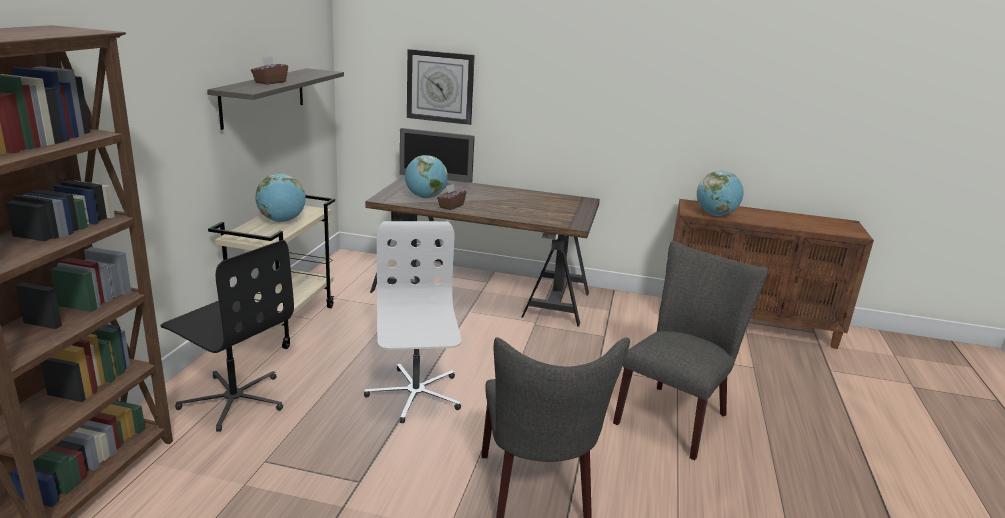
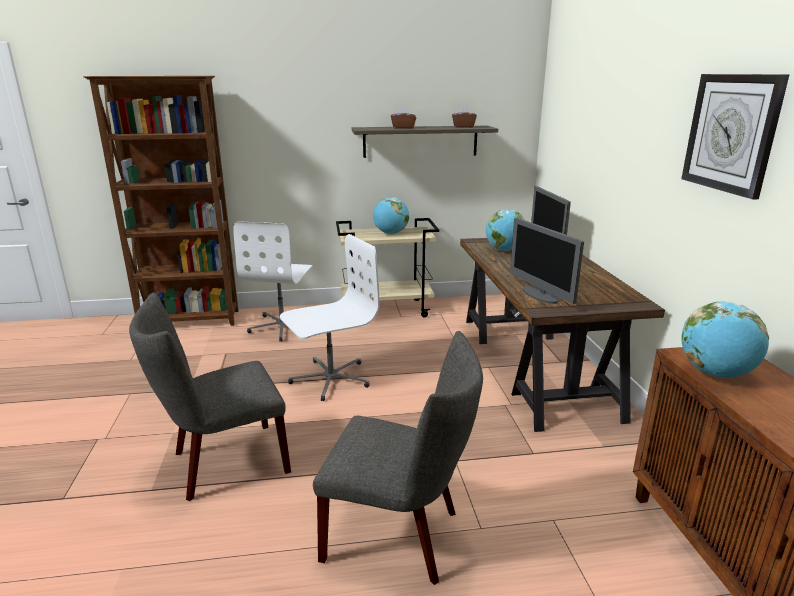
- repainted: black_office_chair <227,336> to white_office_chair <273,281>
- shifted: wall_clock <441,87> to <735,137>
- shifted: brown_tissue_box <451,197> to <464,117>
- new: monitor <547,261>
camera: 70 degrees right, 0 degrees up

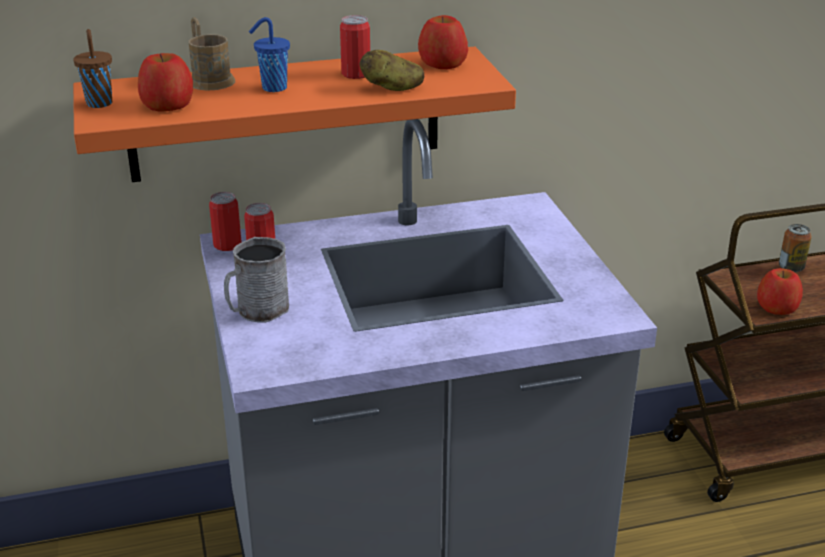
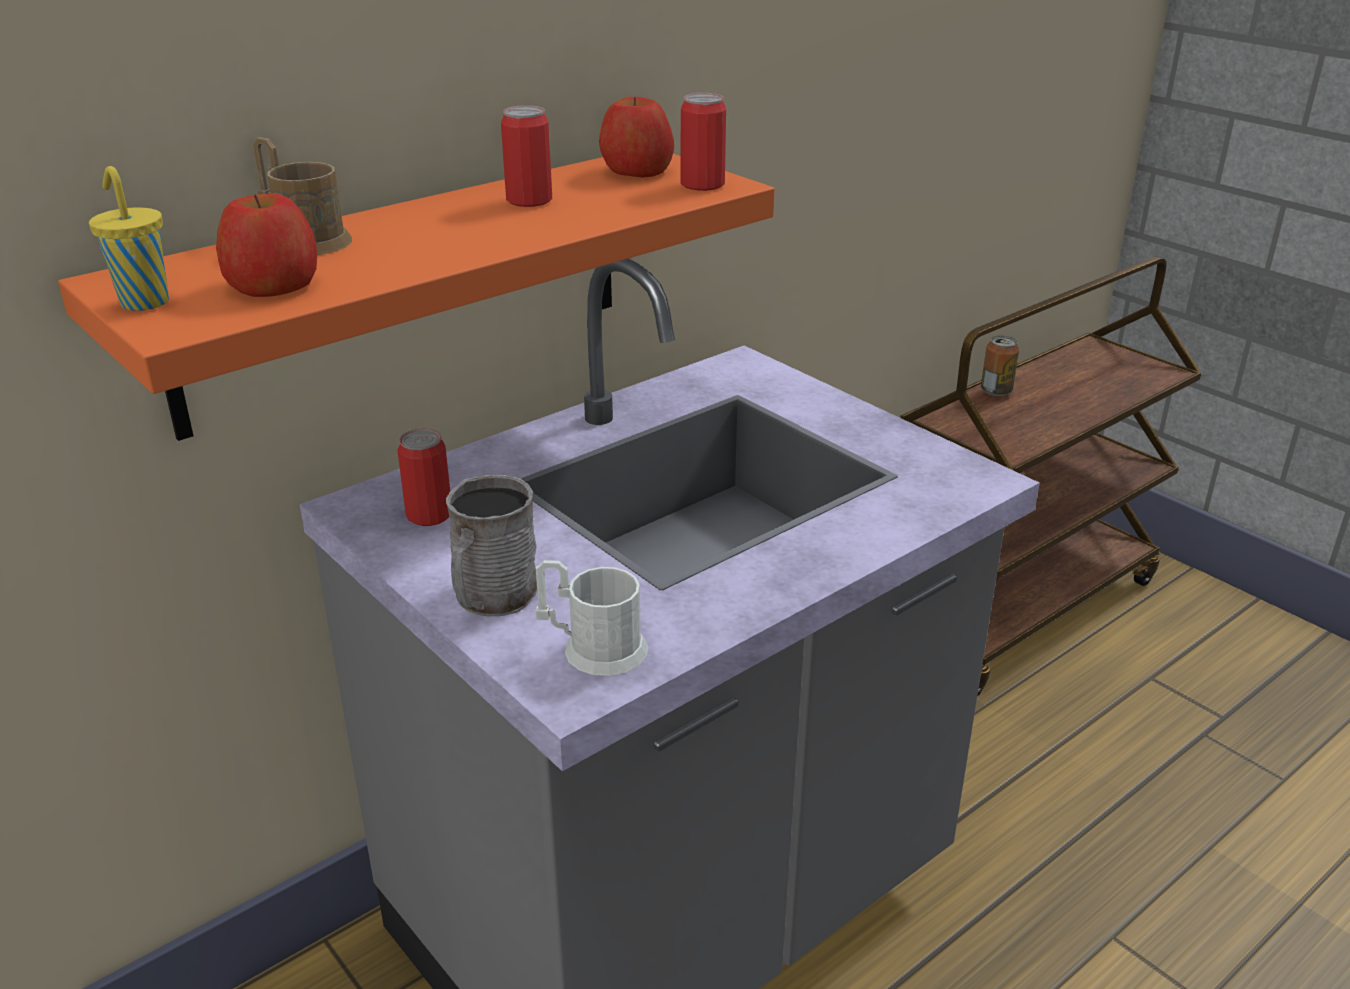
- repainted: brown_cup <92,68> to yellow_cup <129,238>
- shifted: can <225,221> to <703,142>
- gone: blue_cup <269,54>
- gone: potato <392,70>
- gone: apple <780,291>
- new: white_mug <592,618>
camera: 25 degrees left, 0 degrees up

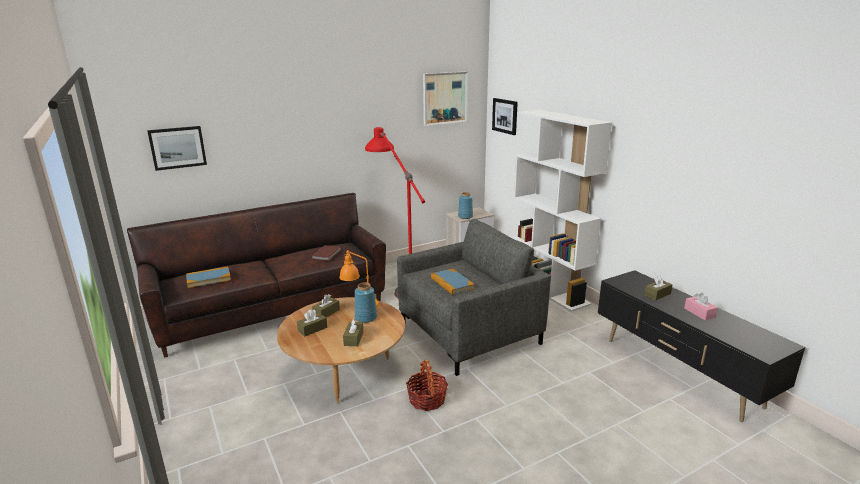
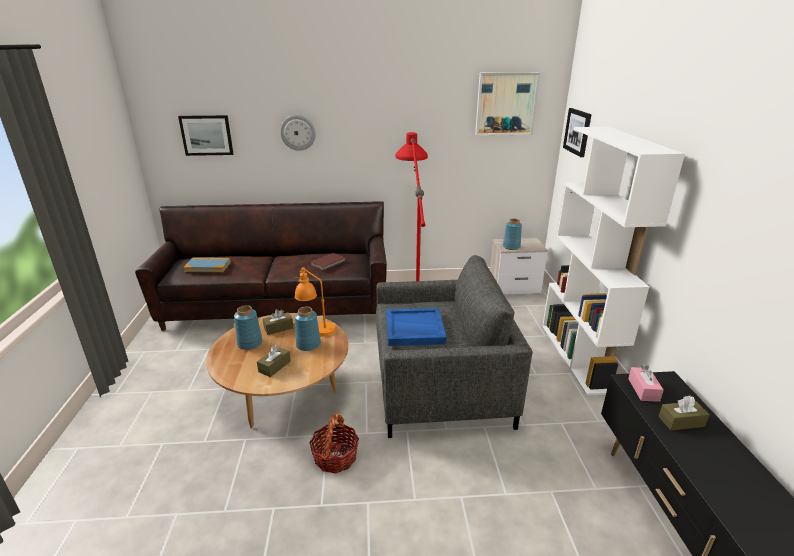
- swapped: brown_tissue_box <312,323> to blue_vase <248,327>
- swapped: book <453,282> to blue_tray <416,327>
- shifted: pink_tissue_box <701,306> to <646,383>
- new: wall_clock <298,133>
camera: 25 degrees right, 5 degrees up

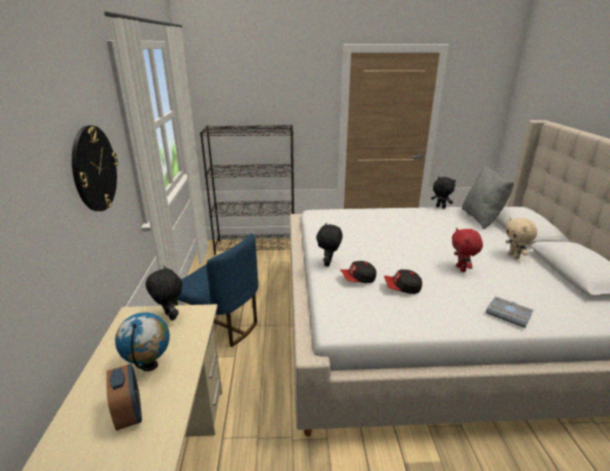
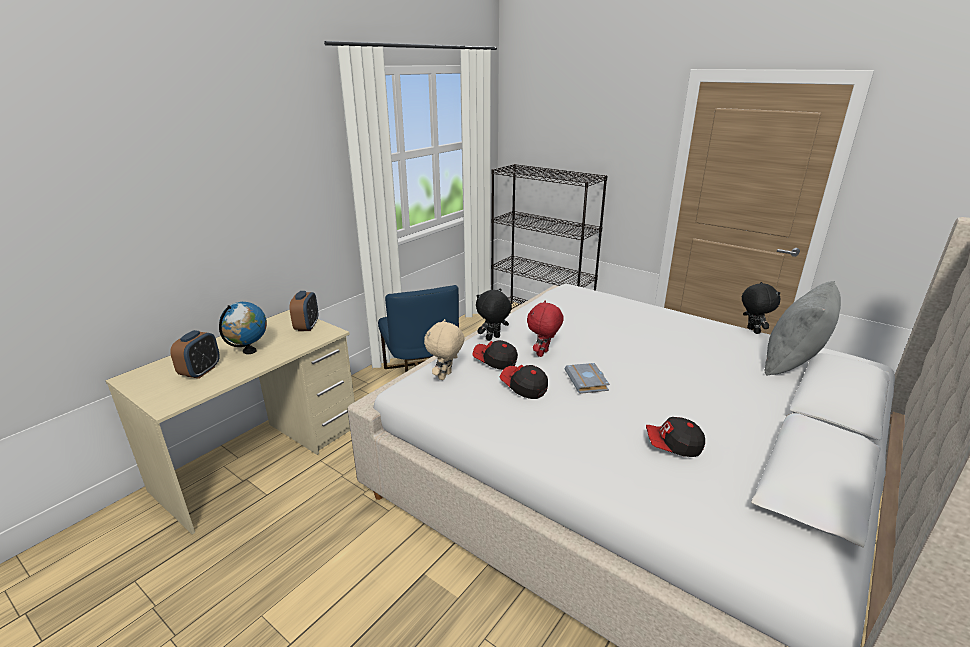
- gone: wall_clock <95,168>
- swapped: black_plush_toy <164,293> to alarm_clock <304,311>
- shifted: red_plush_toy <467,250> to <545,328>
- shifted: grey_book <509,312> to <587,378>
- shifted: beige_plush_toy <521,238> to <444,349>
- new: cap <675,437>
camera: 40 degrees right, 0 degrees up

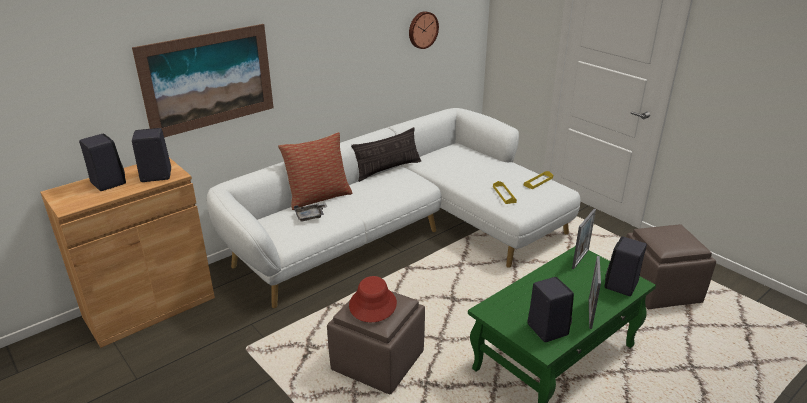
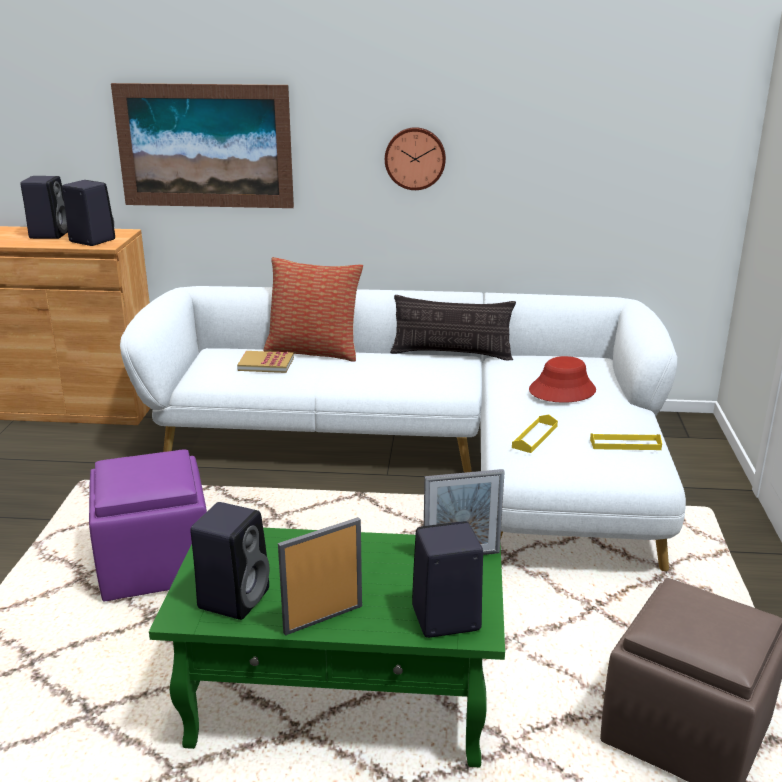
- swapped: grey_tray <310,212> to book <265,362>
- repainted: brown_ottoman <376,342> to purple_ottoman <148,525>
- shifted: red_hat <373,299> to <562,379>
- shifted: wall_clock <424,30> to <415,158>
camera: 45 degrees right, 5 degrees down

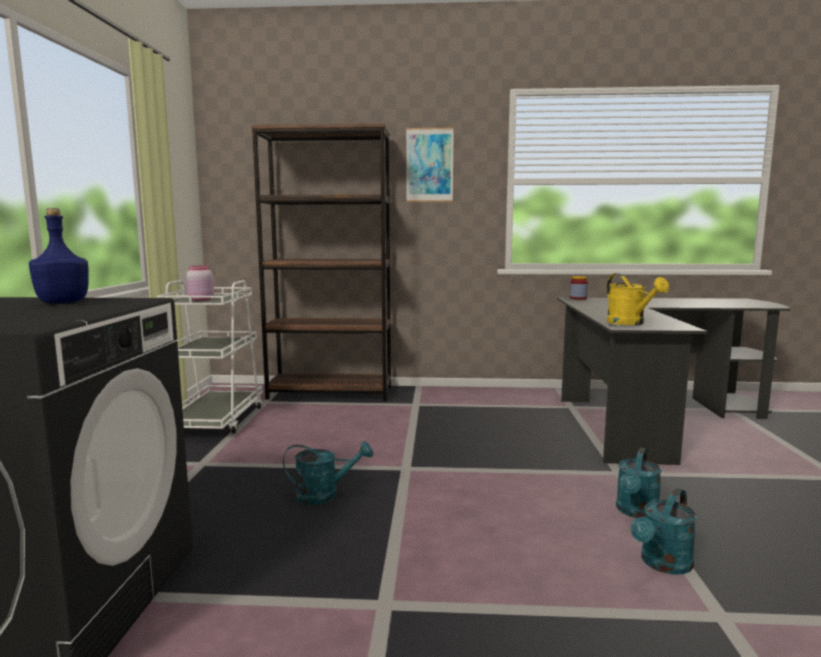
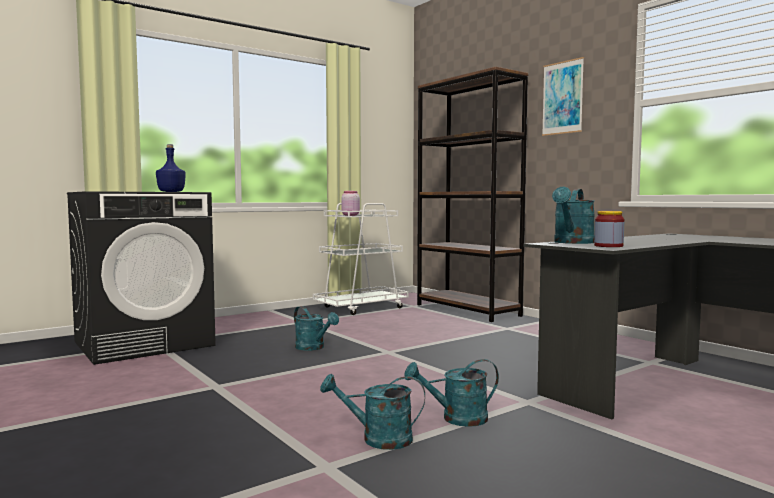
- shifted: jar <579,287> to <609,229>
- repainted: yellow_watering_can <638,299> to turquoise_watering_can <573,215>
camera: 50 degrees right, 5 degrees down

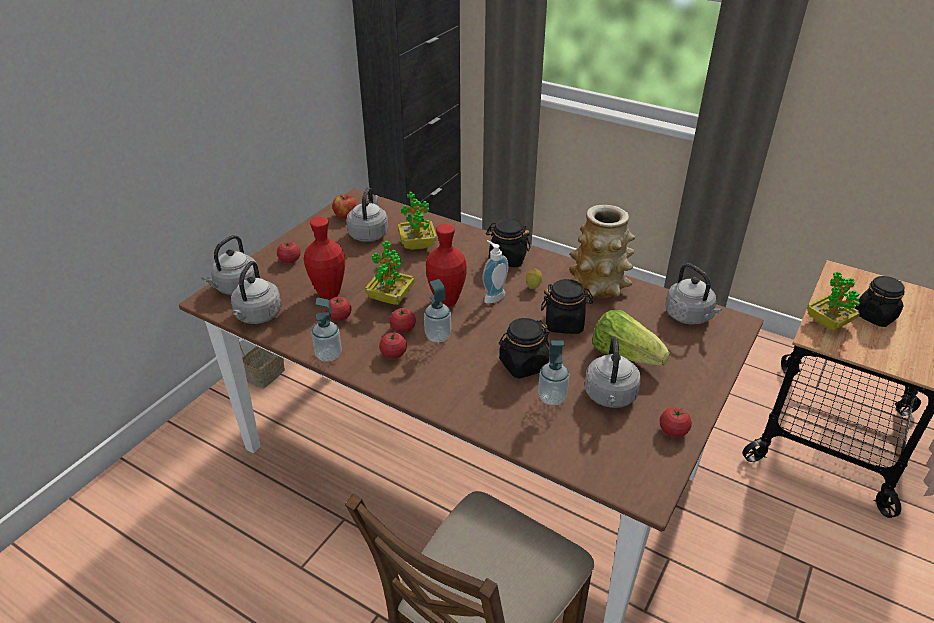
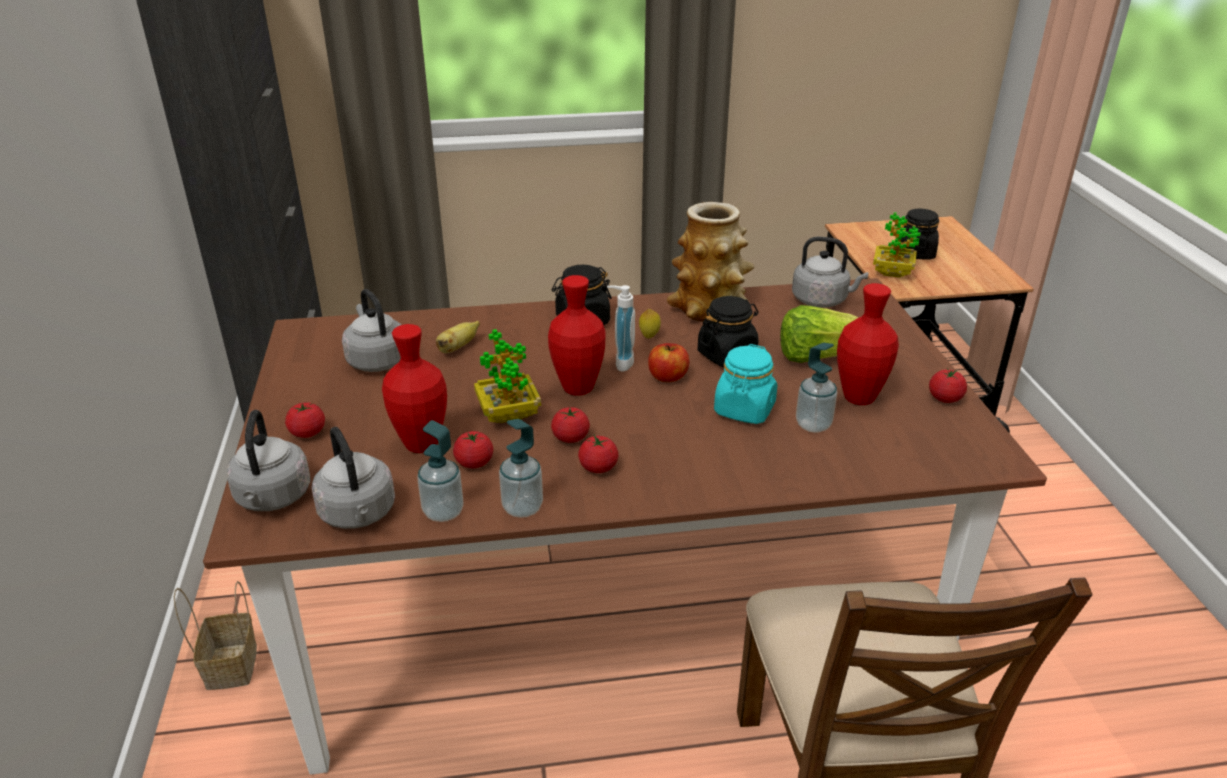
- shifted: apple <345,207> to <668,362>
- swapped: potted_plant <417,221> to banana <458,337>
- shifted: soap_dispenser <437,310> to <440,471>
- repainted: black_jar <524,348> to turquoise_jar <745,384>
- swapped: grey_kettle <613,372> to red_vase <868,344>
camera: 40 degrees left, 5 degrees down

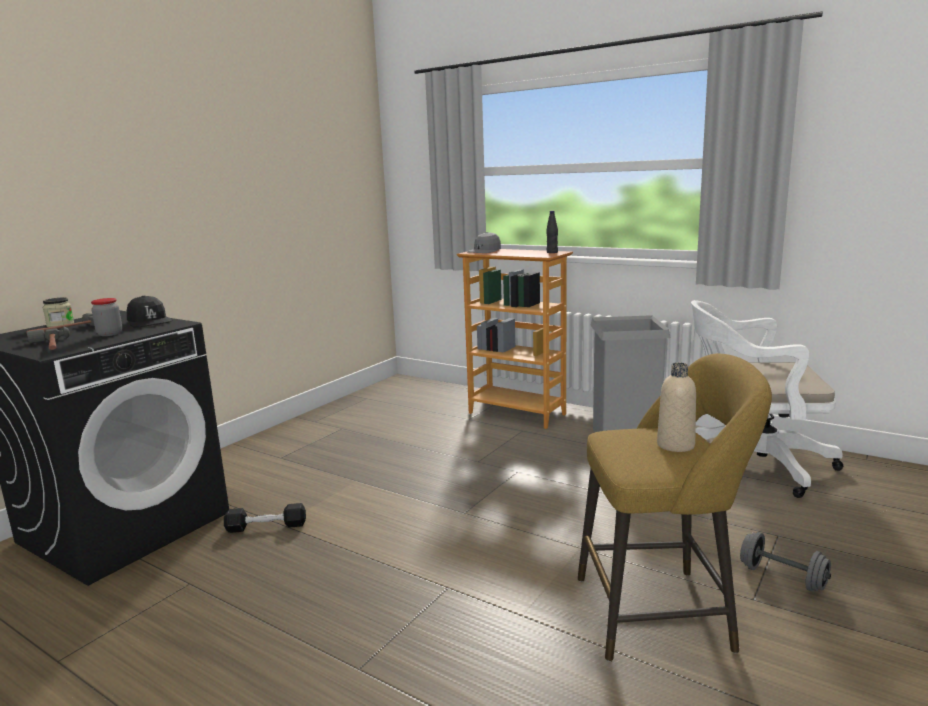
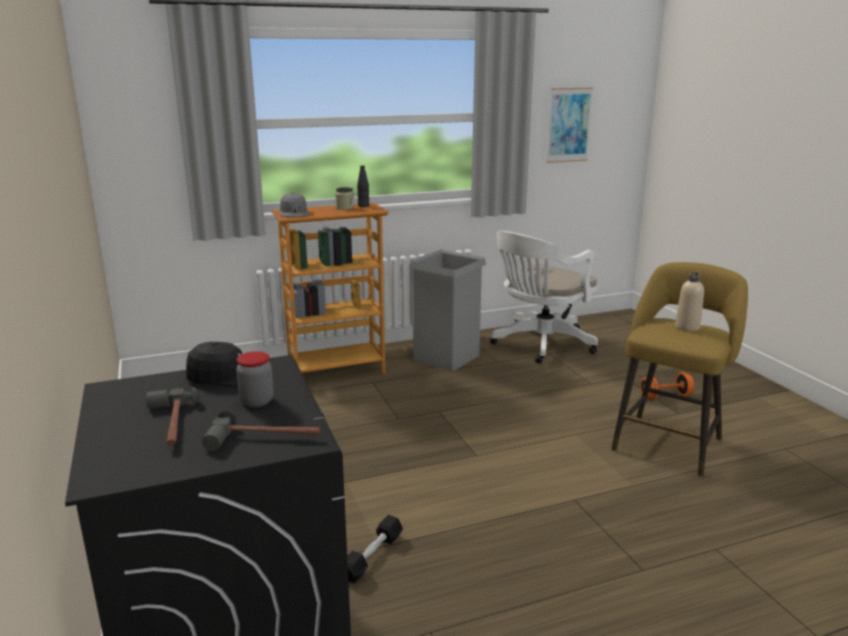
- shifted: jar <58,312> to <344,198>
- repainted: grey_dumbbell <785,561> to orange_dumbbell <667,386>
- new: picture <570,125>
camera: 55 degrees left, 5 degrees up

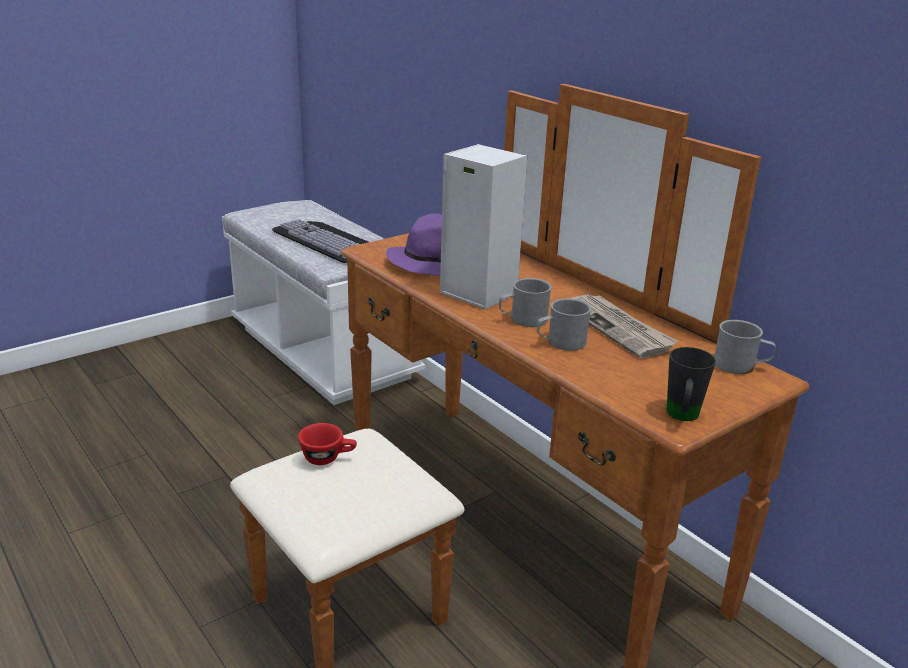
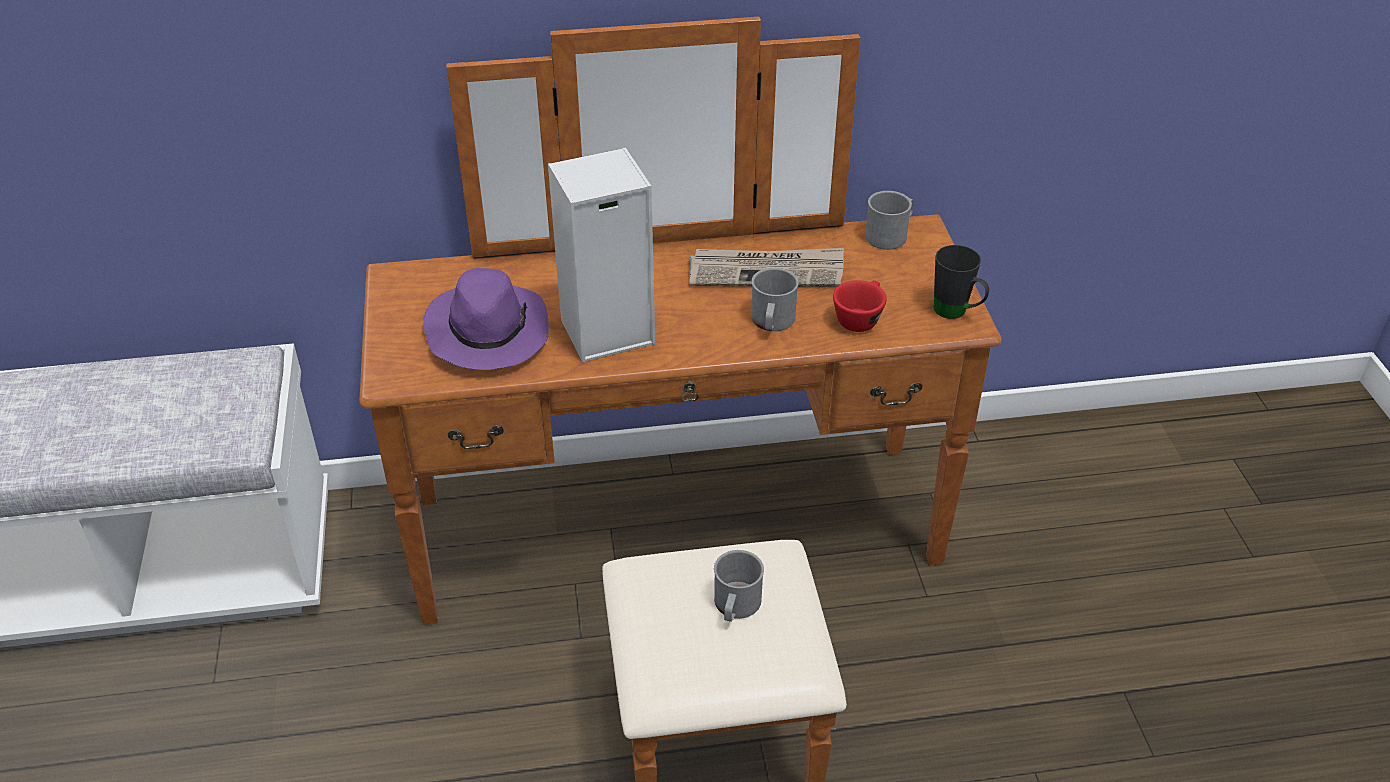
- gone: keyboard <320,241>
- shifted: red_cup <327,444> to <860,306>
- shifted: grey_mug <525,302> to <739,586>
camera: 60 degrees left, 15 degrees up

